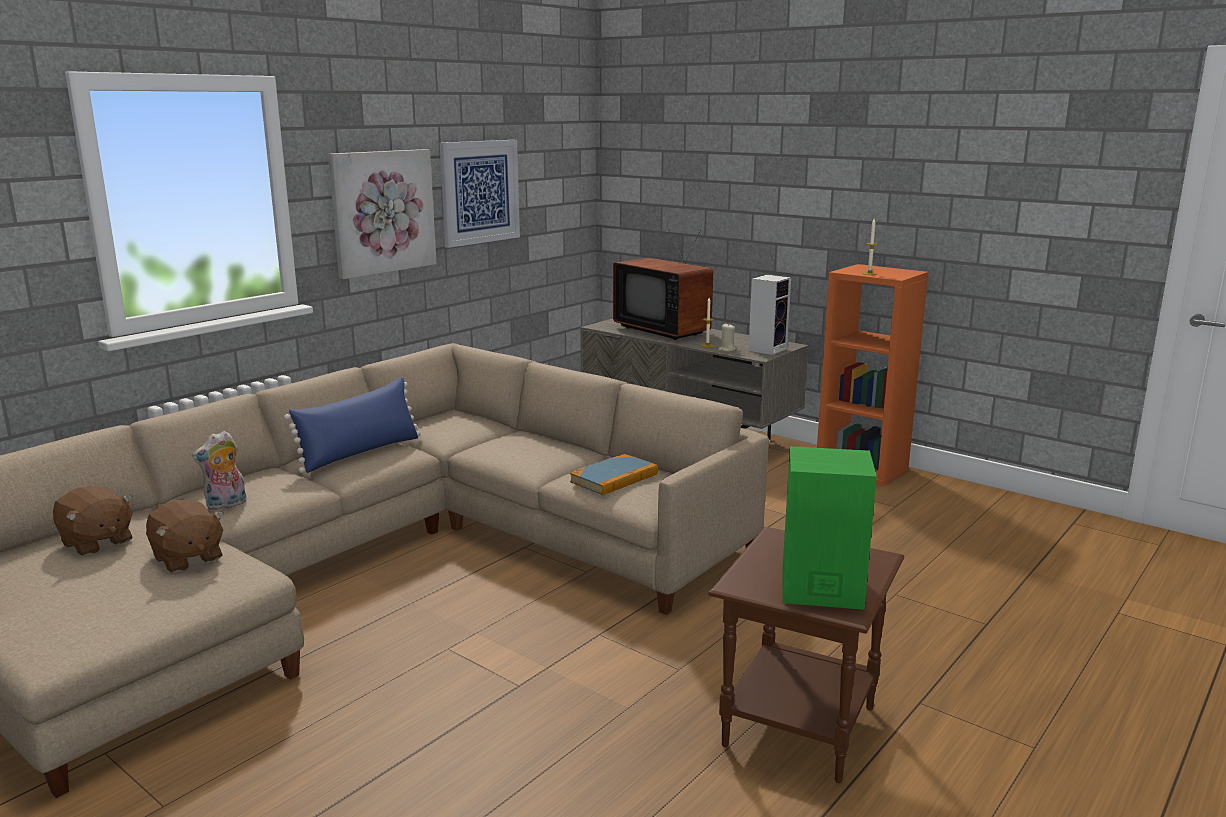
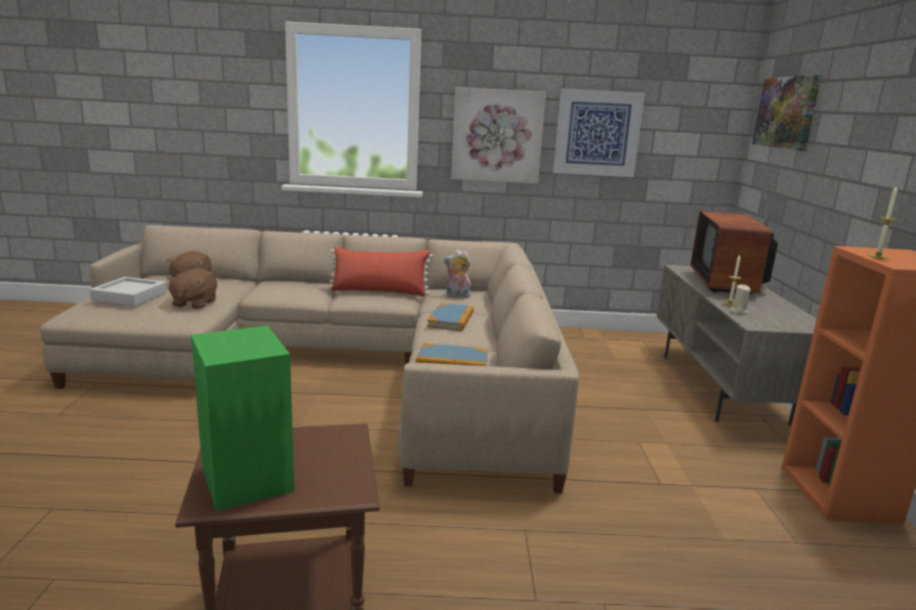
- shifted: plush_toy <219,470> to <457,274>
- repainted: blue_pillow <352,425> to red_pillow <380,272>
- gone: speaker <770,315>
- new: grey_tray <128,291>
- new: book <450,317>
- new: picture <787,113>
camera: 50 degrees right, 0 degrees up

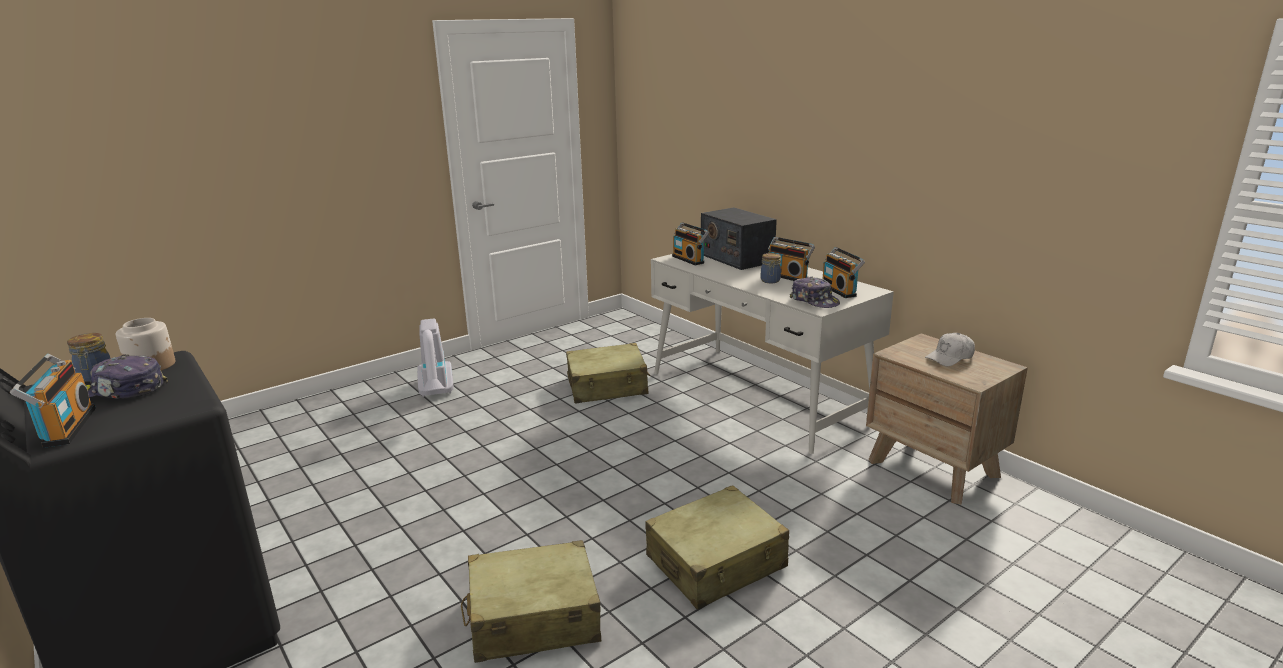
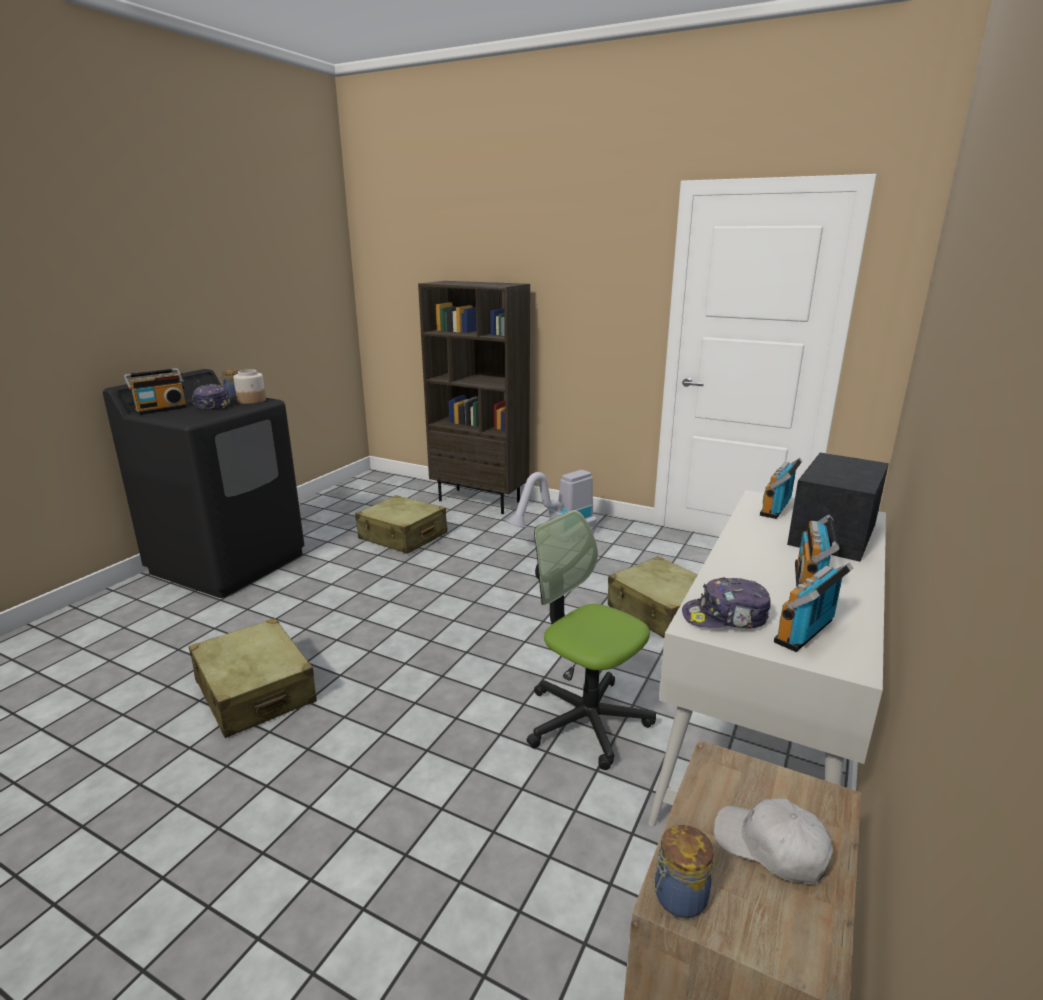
- shifted: beige_suitcase <717,547> to <401,524>
- shifted: jar <771,268> to <683,871>
- rotated: cap <815,292> = <726,603> 60 degrees clockwise
- new: brown_bookcase <474,397>
- new: office_chair <591,640>
camera: 65 degrees right, 0 degrees up

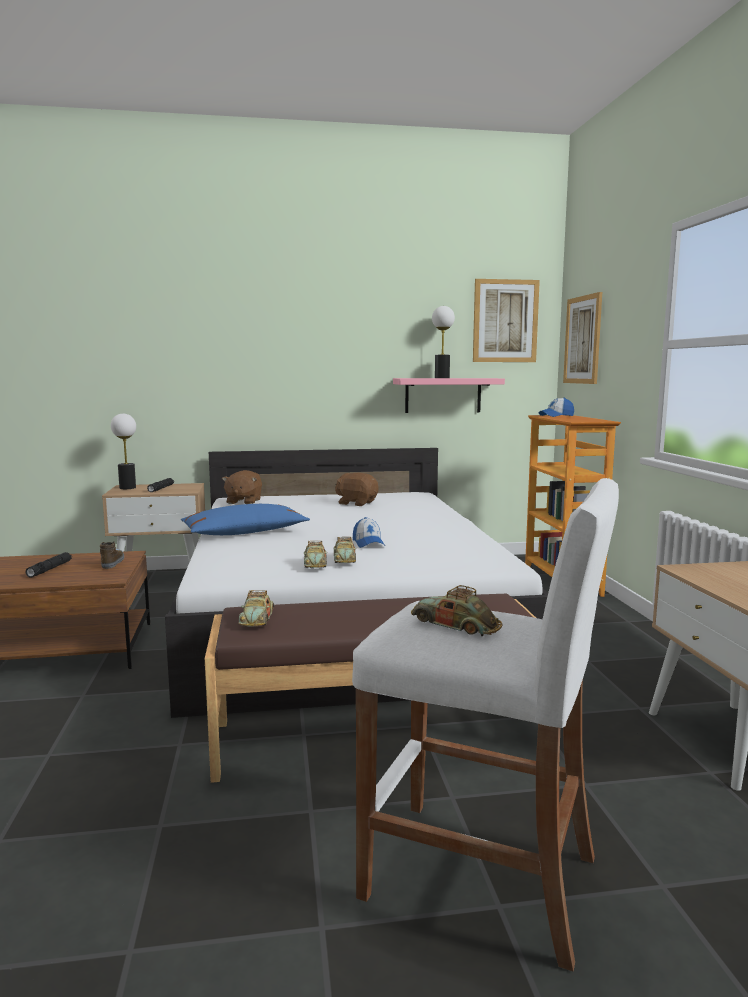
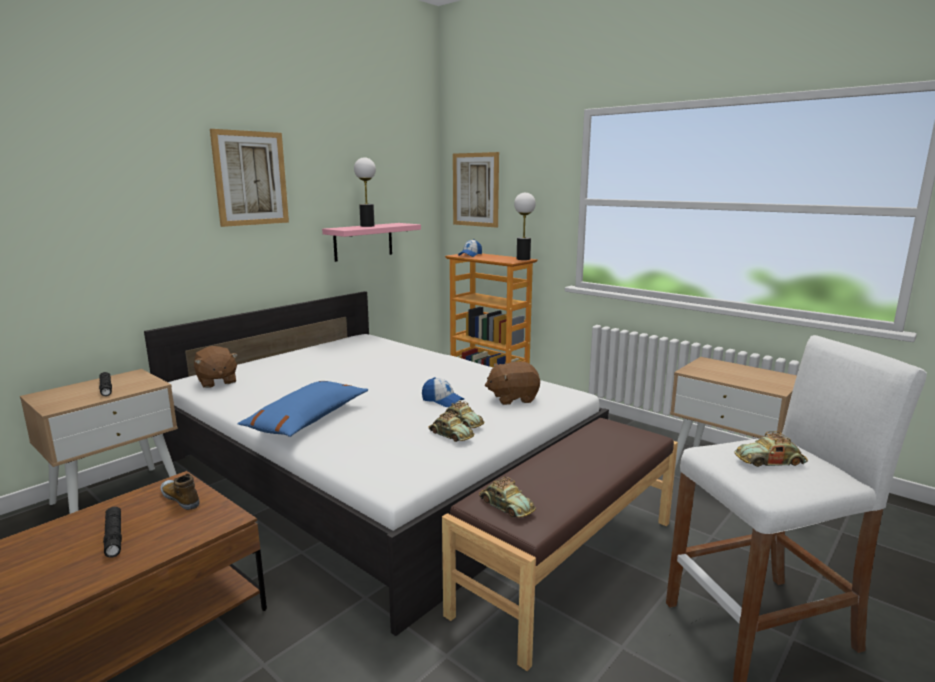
- shifted: table_lamp <123,451> to <525,226>
- shifted: brown_plush_toy <356,489> to <512,383>
- shifted: picture <506,320> to <249,178>
camera: 40 degrees left, 5 degrees up

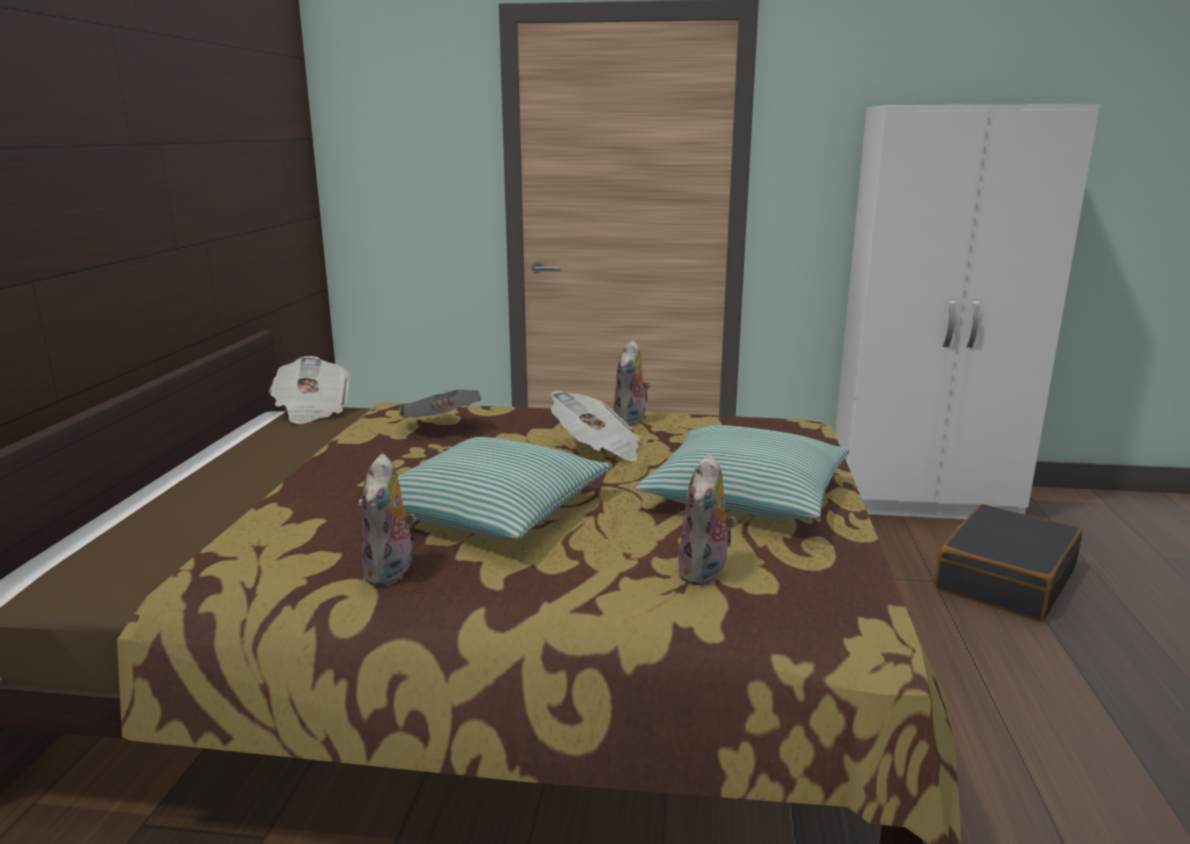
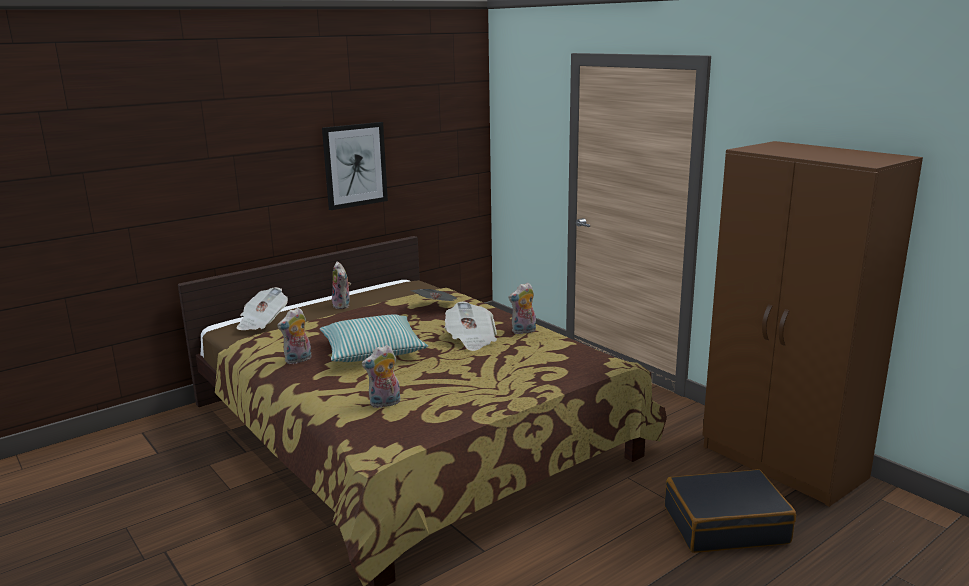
- shifted: newspaper <309,390> to <262,308>
- gone: pillow <743,472>
- repainted: white_wardrobe <967,311> to brown_wardrobe <812,324>
- new: picture <355,166>
- new: plush_toy <341,285>
camera: 45 degrees right, 0 degrees up

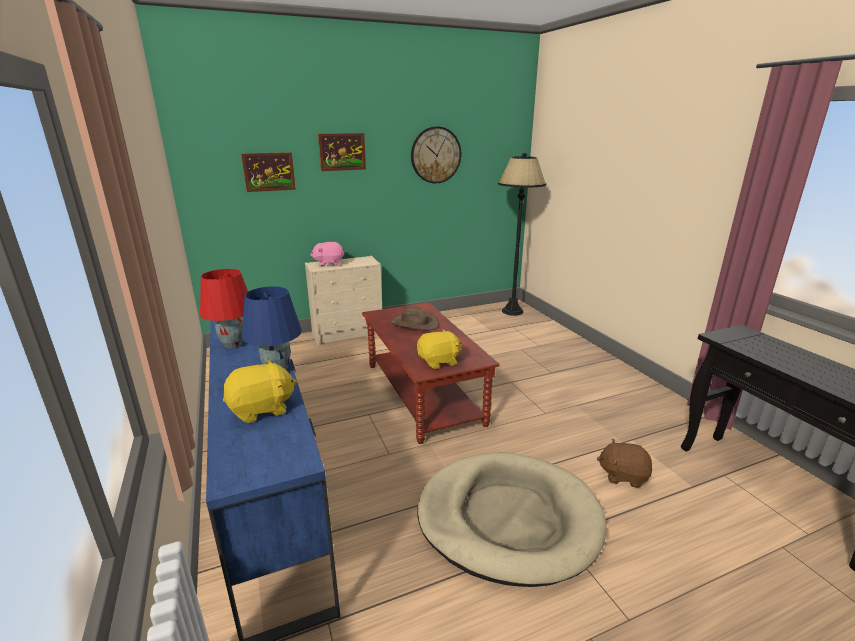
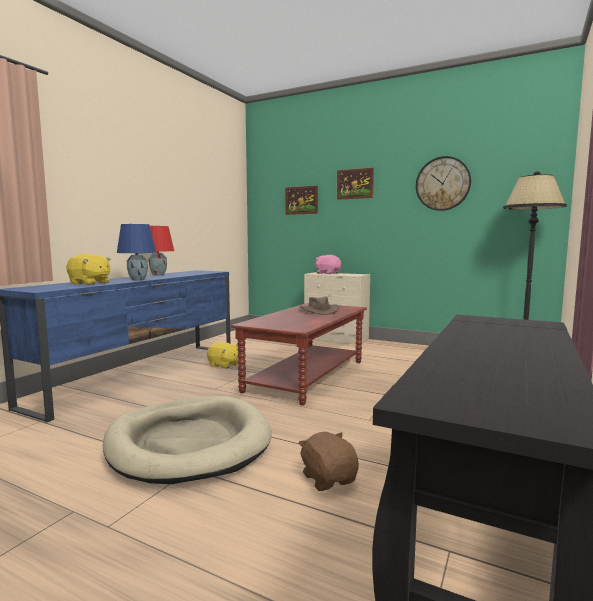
- shifted: yellow_plush_toy <439,349> to <222,355>
camera: 50 degrees right, 15 degrees down

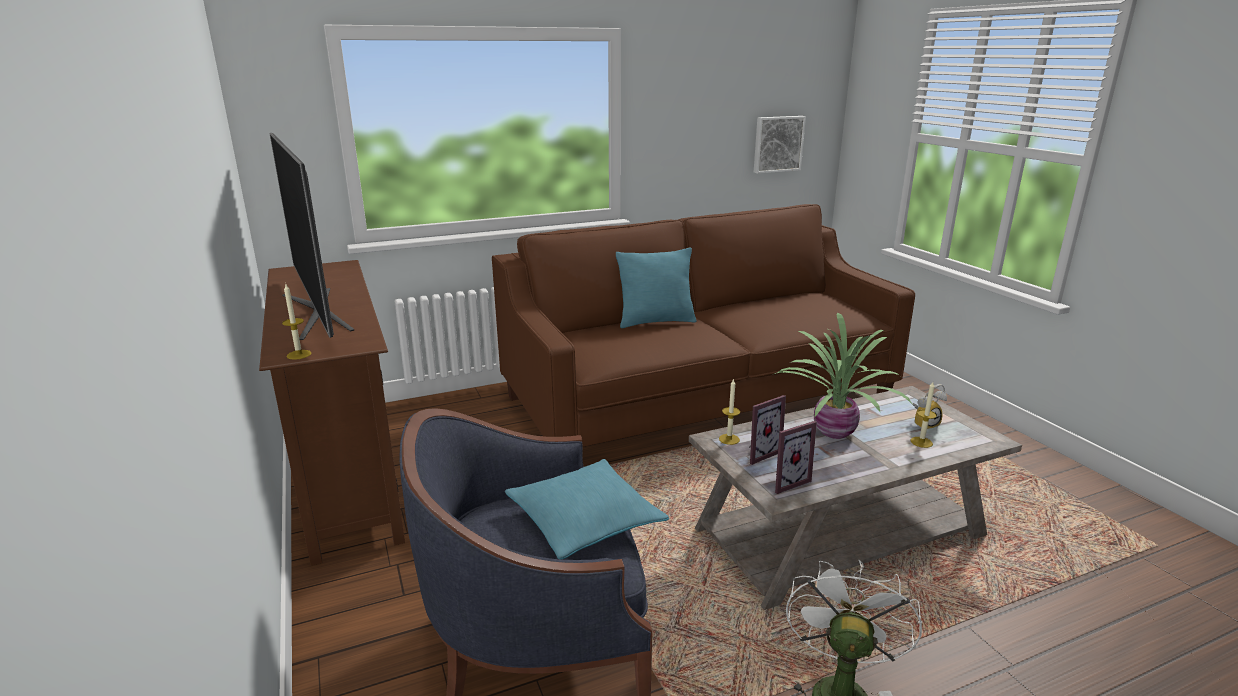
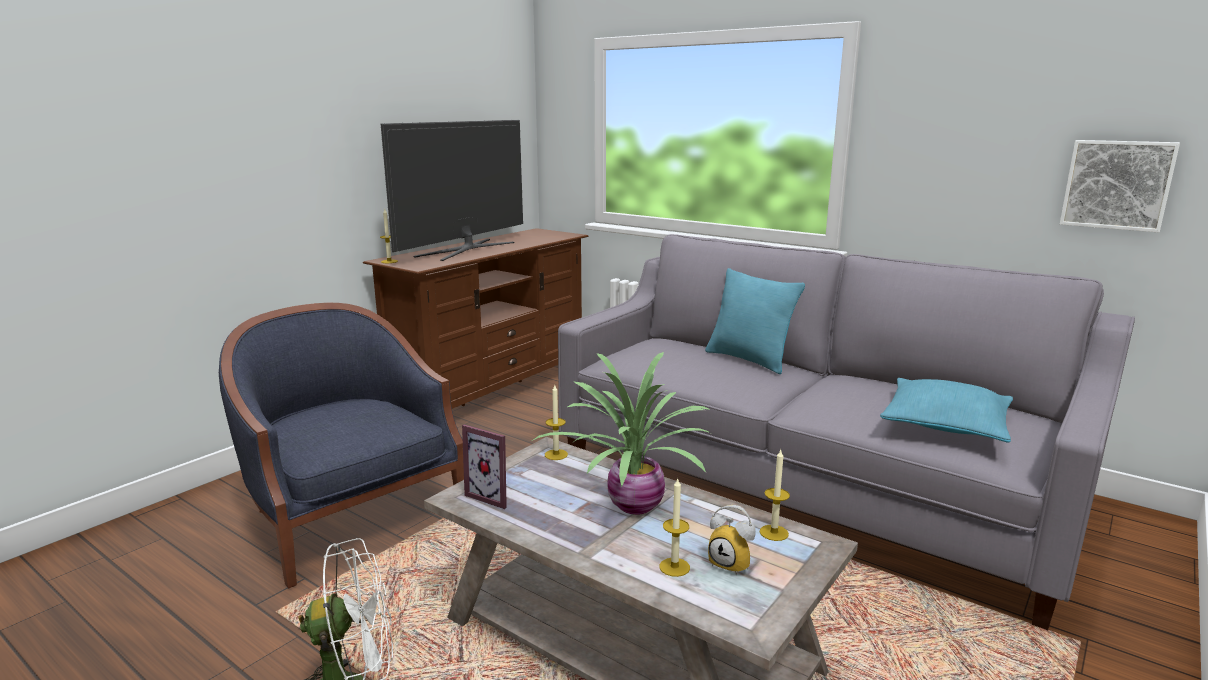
- repainted: brown_sofa <703,325> to grey_sofa <846,432>
- shifted: turquoise_pillow <587,509> to <946,410>
- gone: picture_frame <767,430>
- new: candle <775,495>
camera: 60 degrees right, 5 degrees down

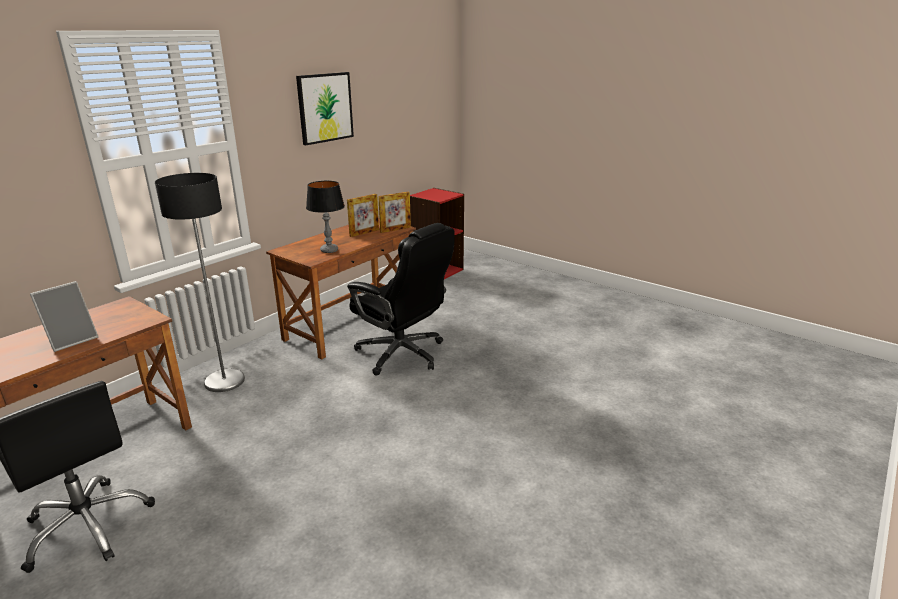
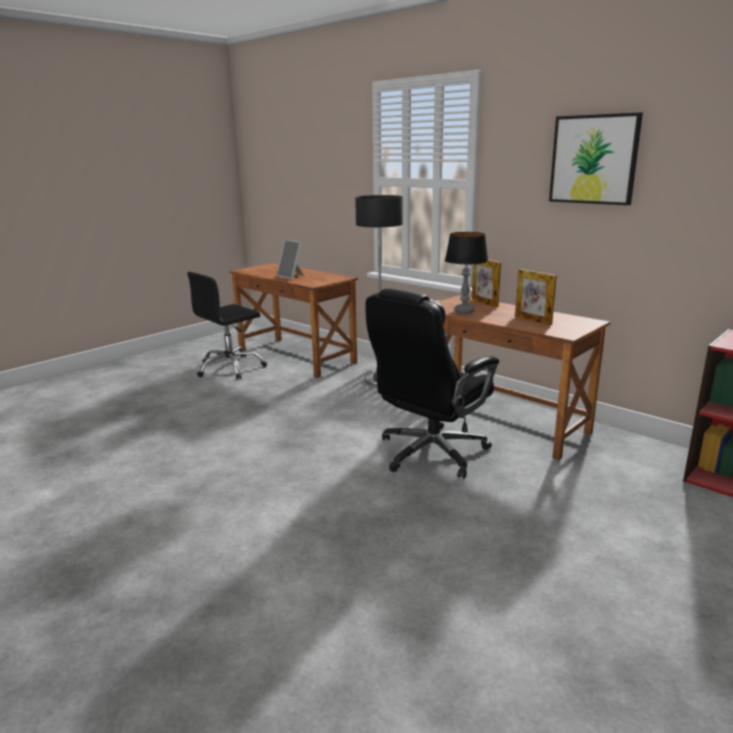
- shifted: picture_frame <394,212> to <486,283>
camera: 95 degrees right, 5 degrees down

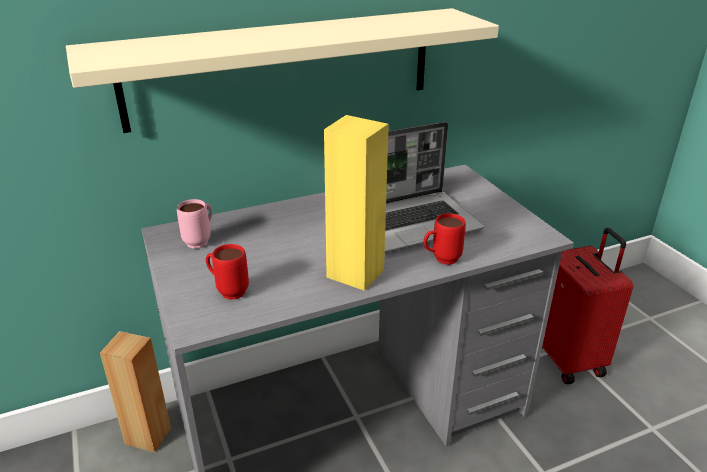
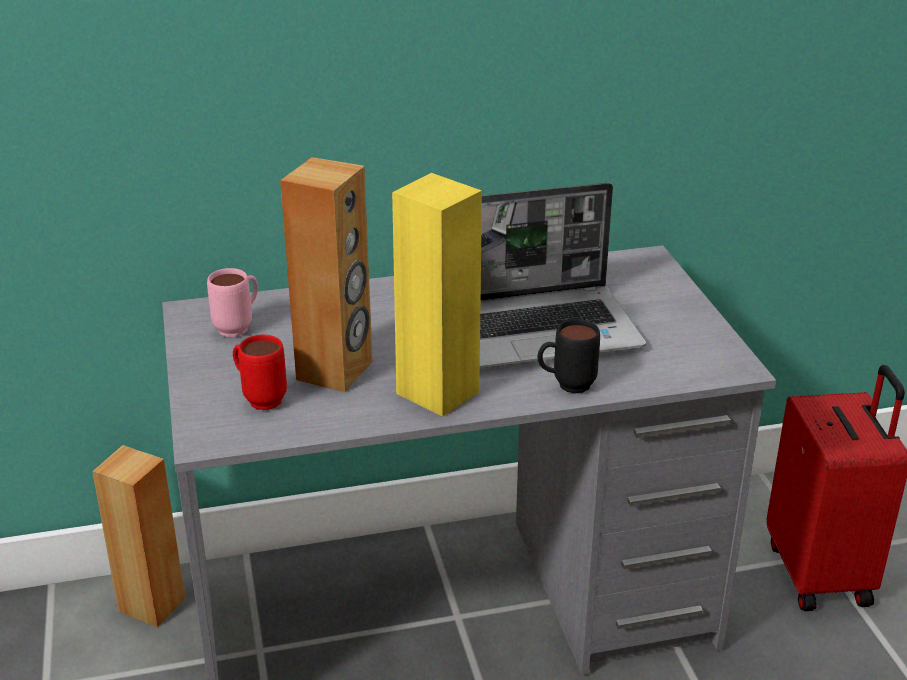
- gone: beige_shelf <282,70>
- repainted: red_mug <445,239> to black_mug <569,356>
- new: brown_speaker <326,274>
camera: 10 degrees right, 0 degrees up

